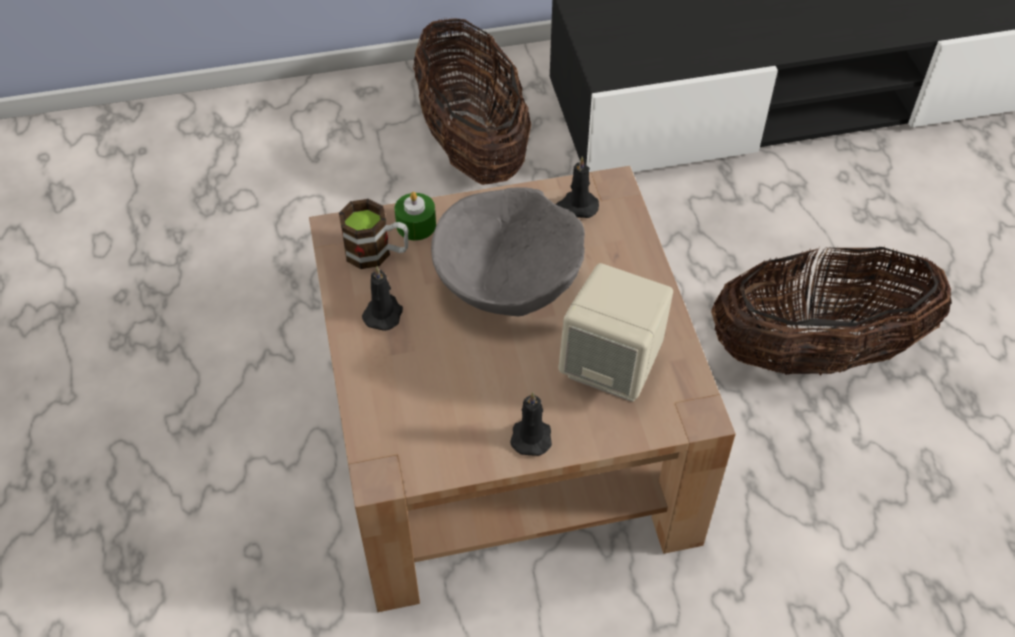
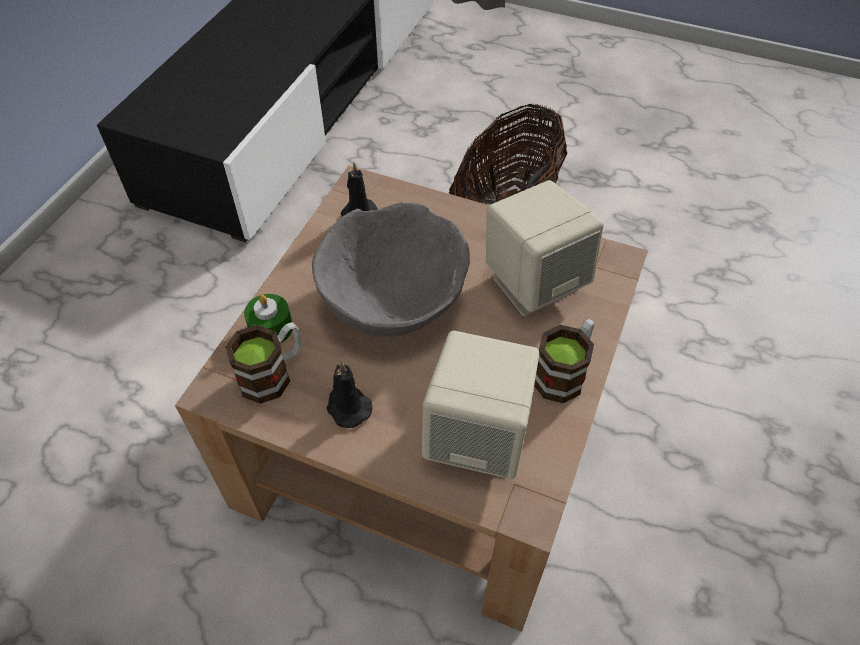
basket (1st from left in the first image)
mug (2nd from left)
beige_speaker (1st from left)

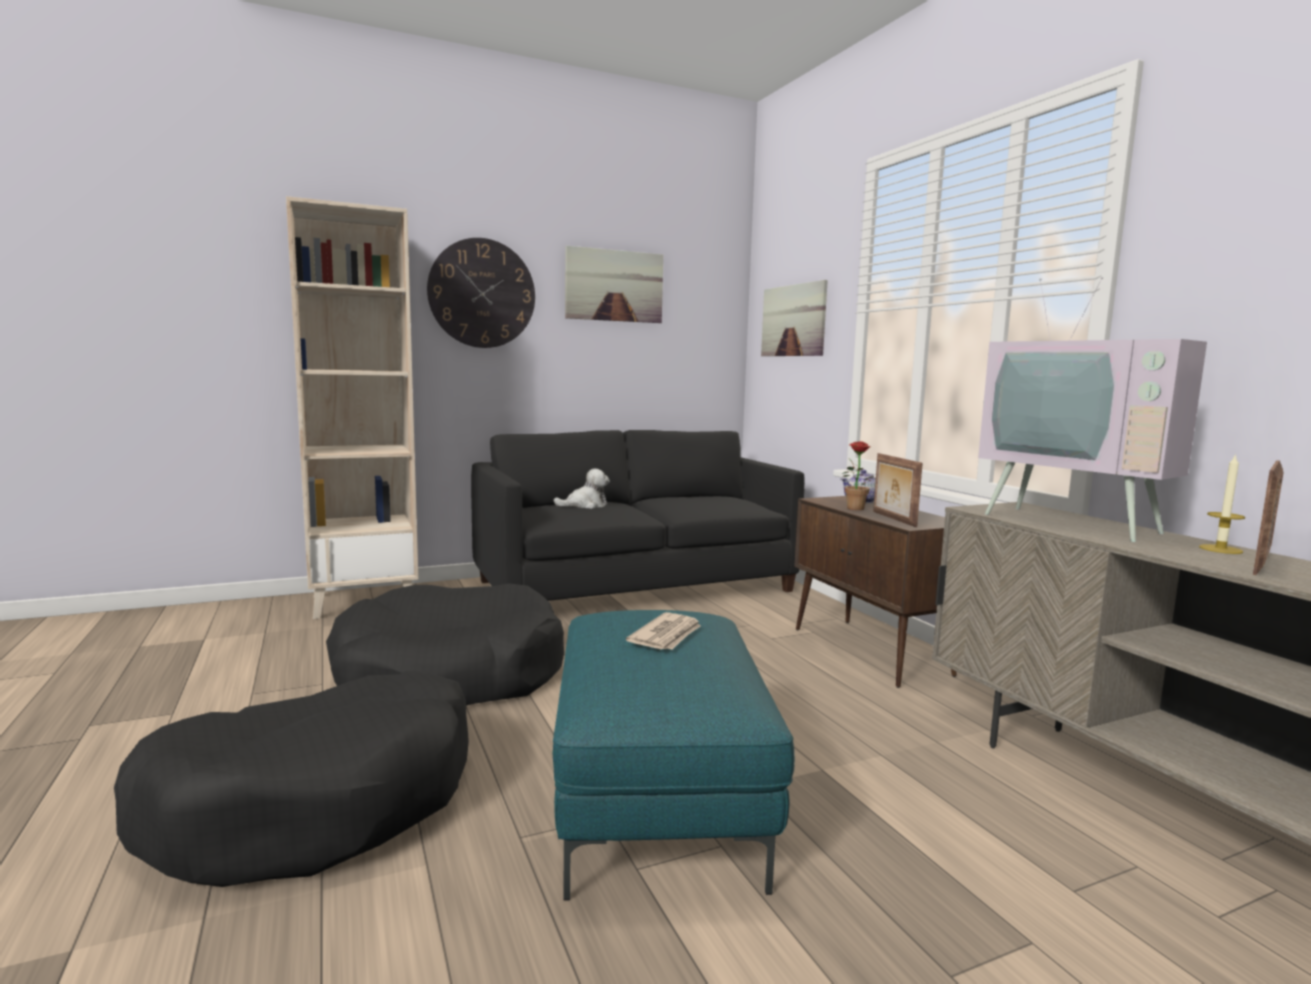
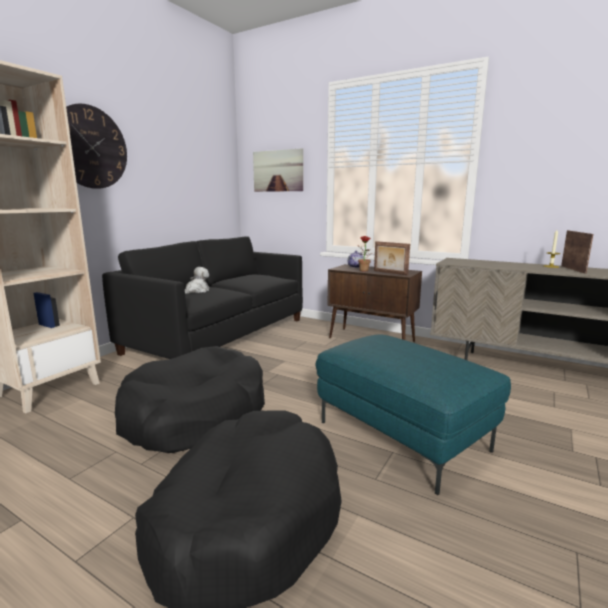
picture (1st from left in the first image)
newspaper
television

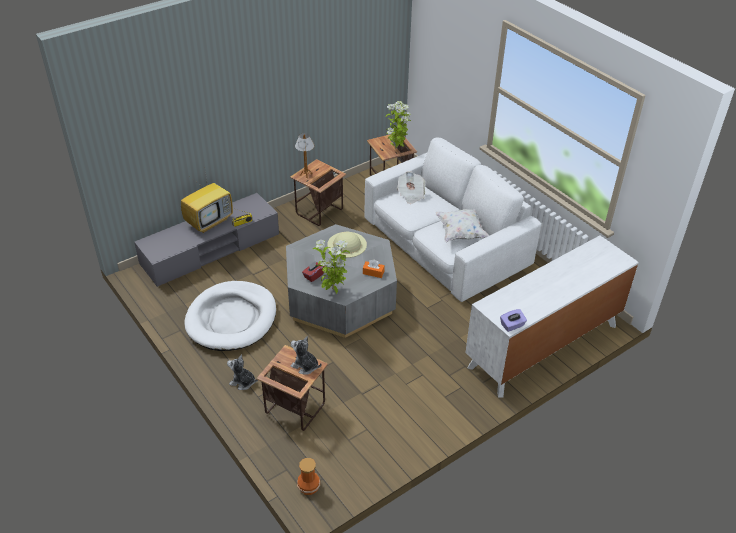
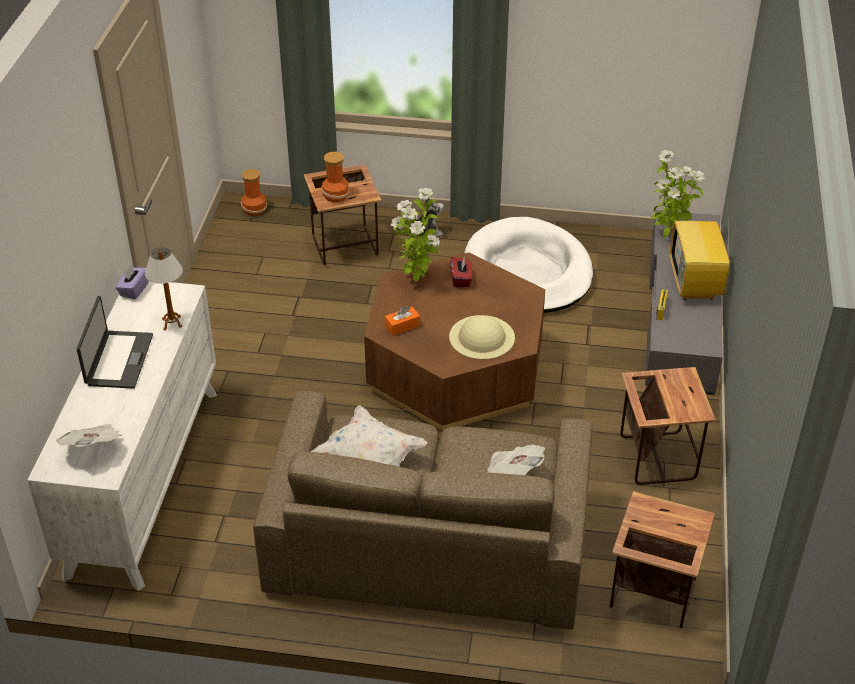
brown_coffee_table
vase (2nd from left)
table_lamp
brown_sofa
potted_plant (2nd from left)
newspaper (1st from left)
laptop

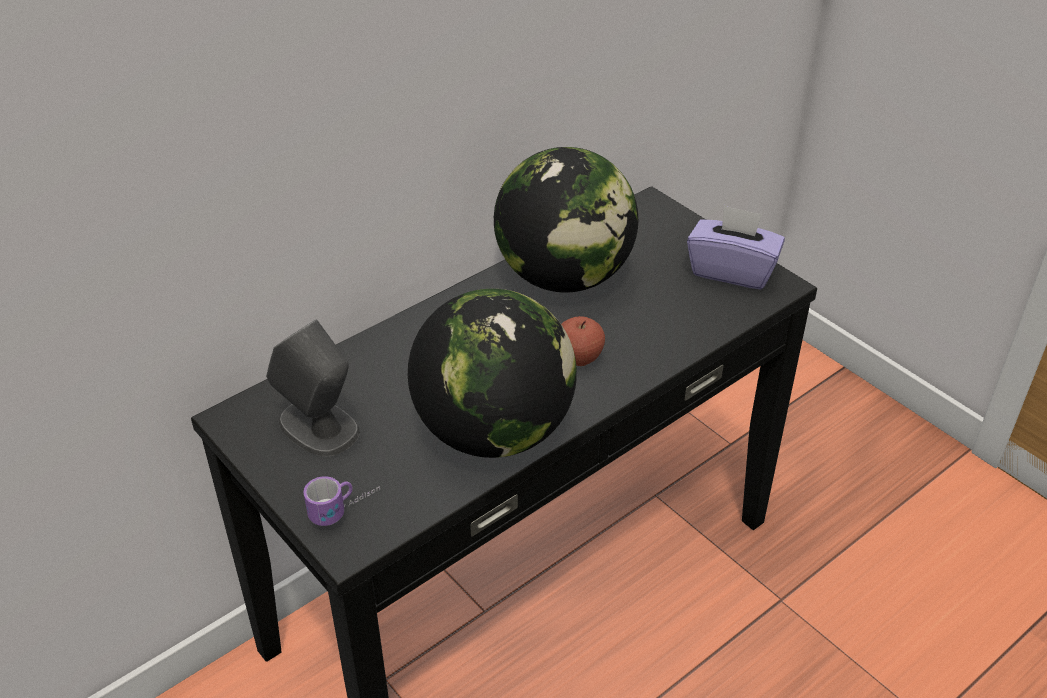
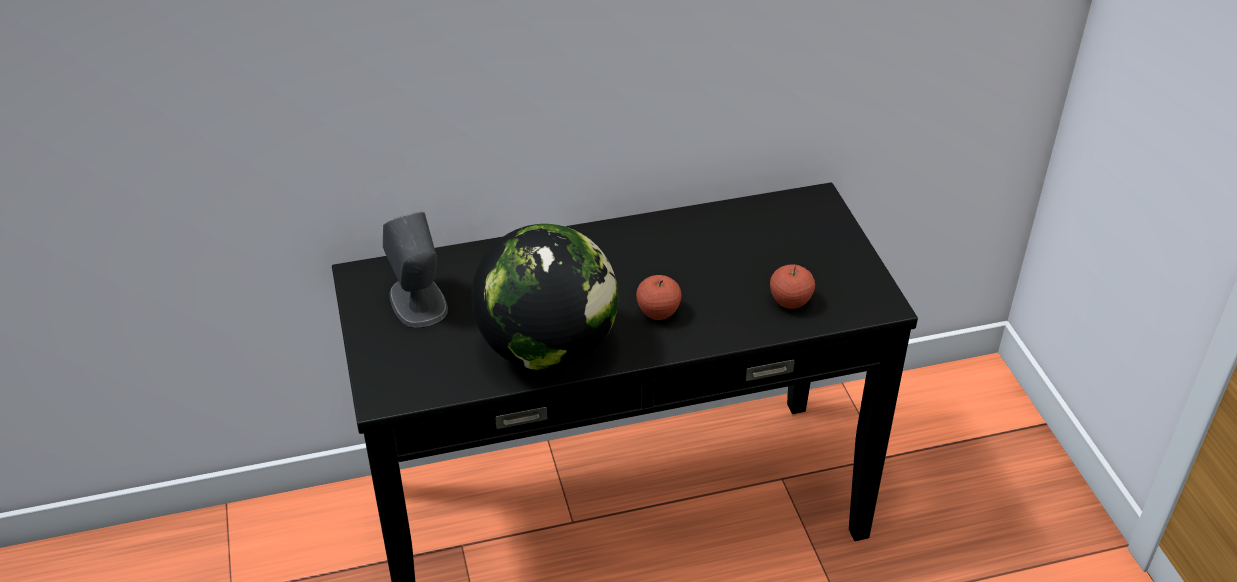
mug
globe (2nd from left in the first image)
purple_tissue_box
apple (2nd from left)

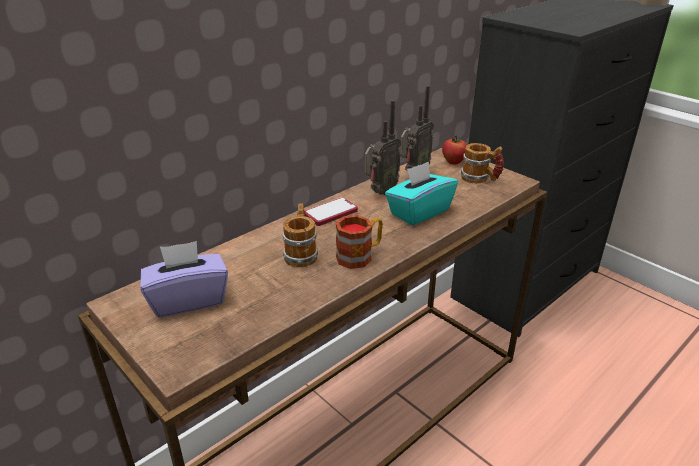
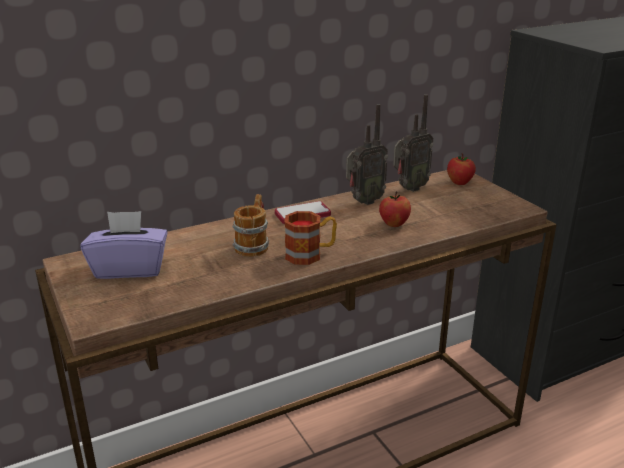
apple (1st from left)
mug (3rd from left in the first image)

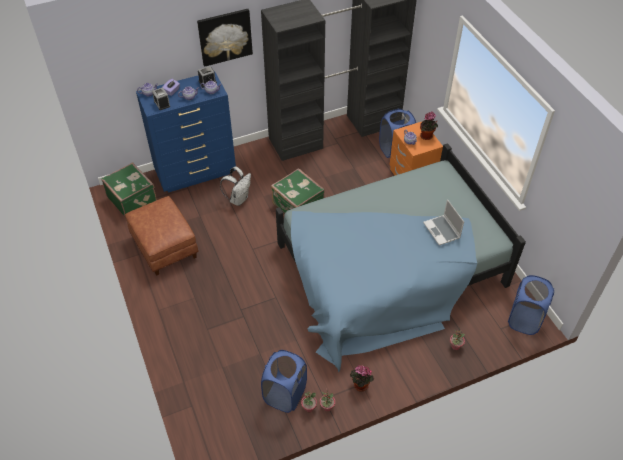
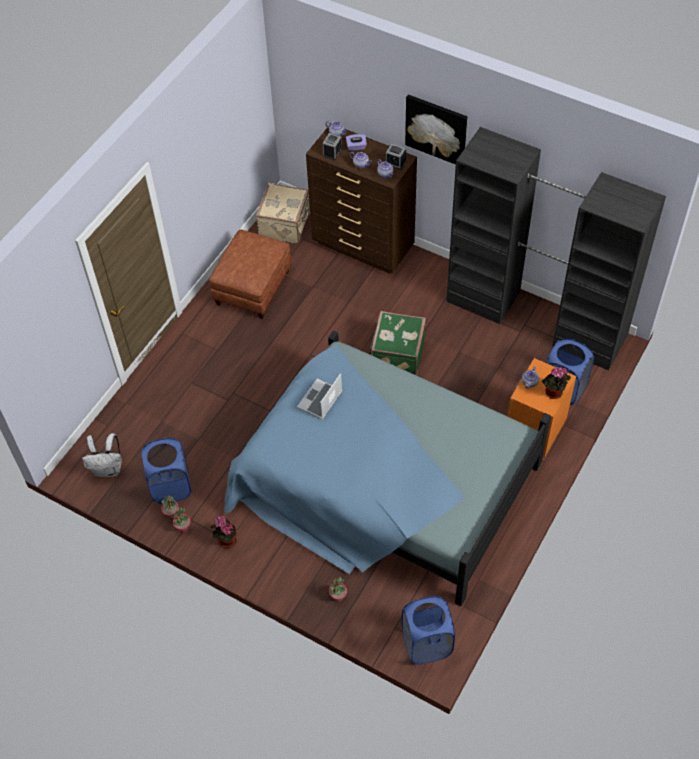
beige_suitcase
brown_dresser
white_backpack
laptop

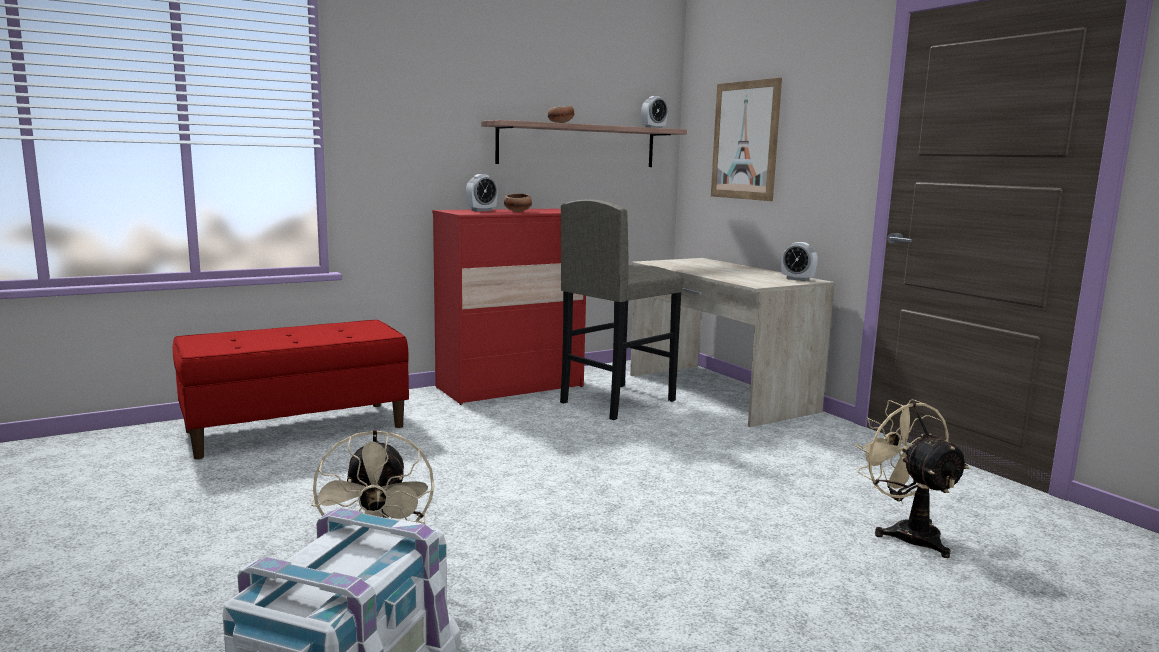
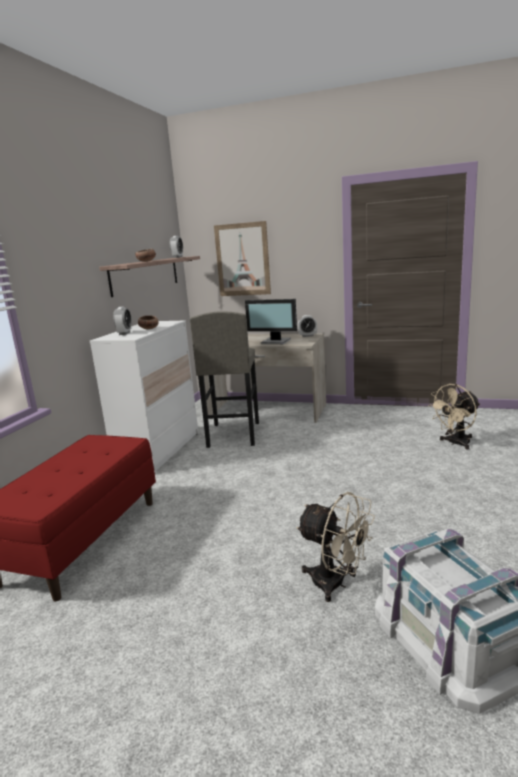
white_dresser
beige_fan (2nd from left)
monitor

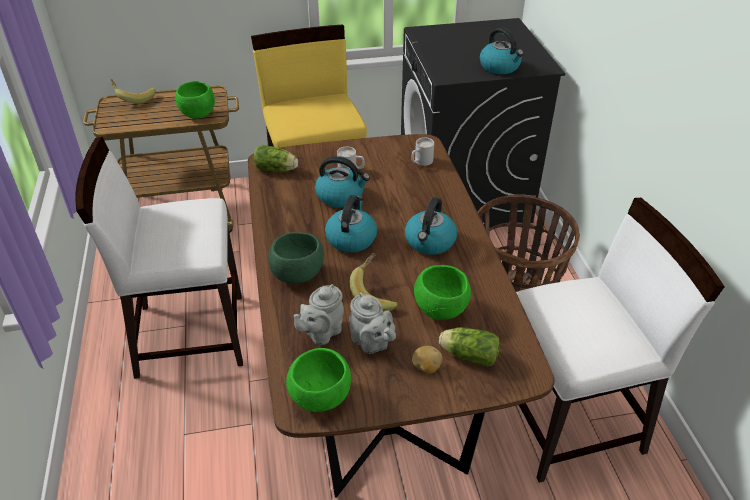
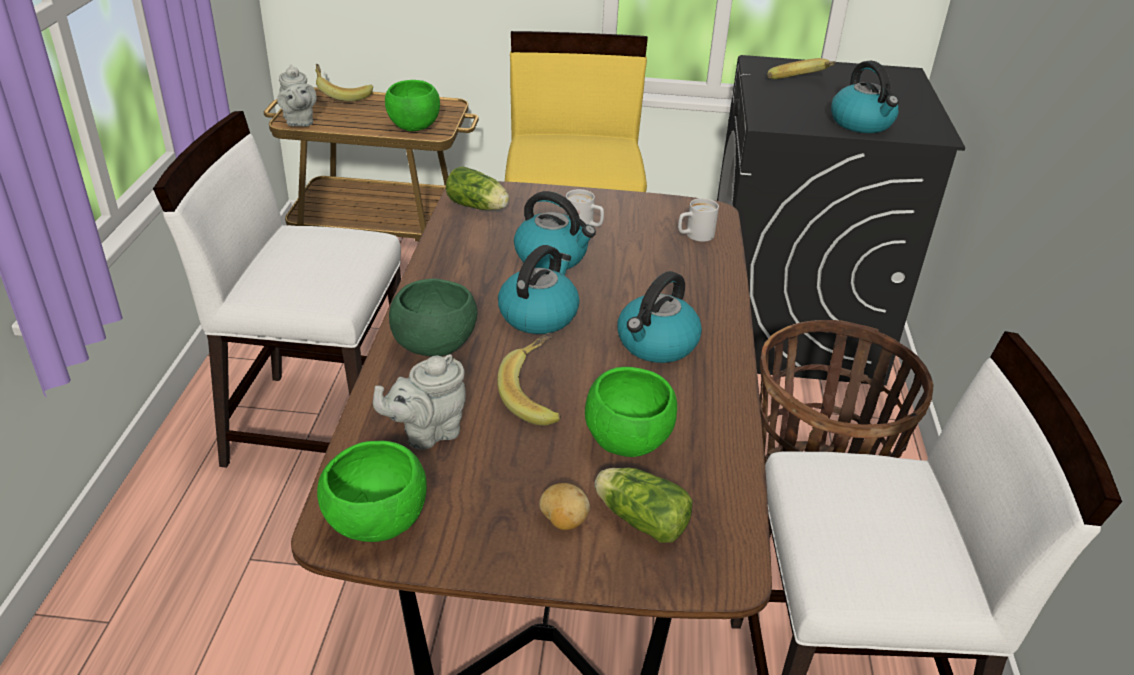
grey_teapot (1st from left)
banana (3rd from left)

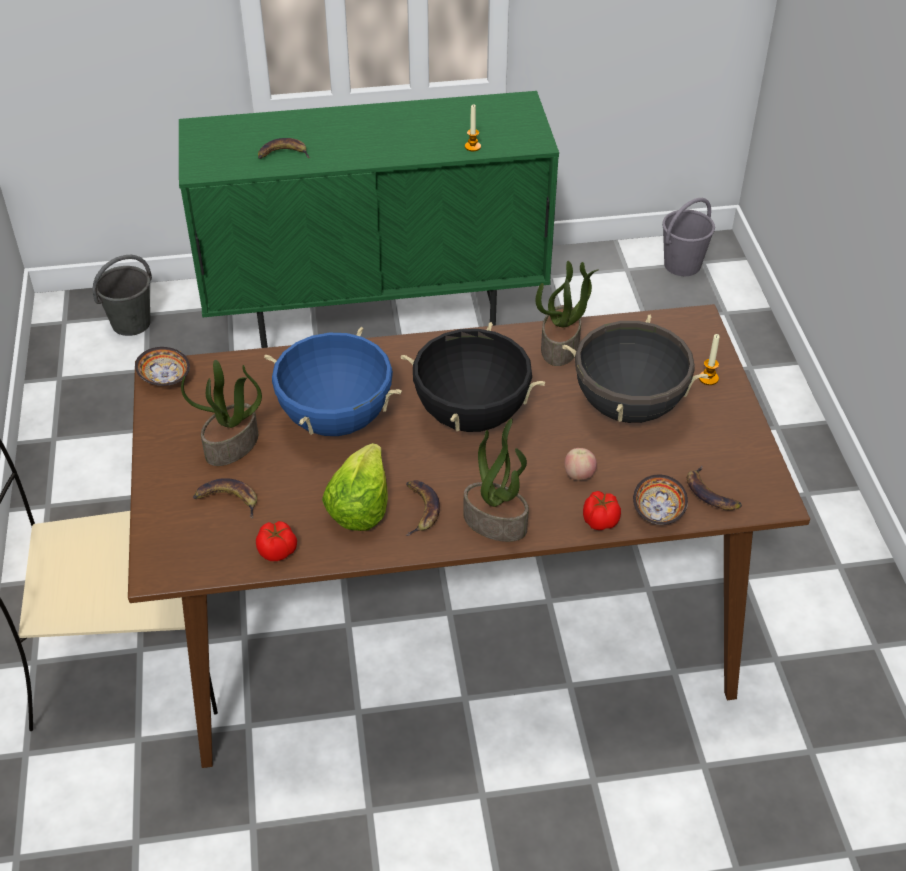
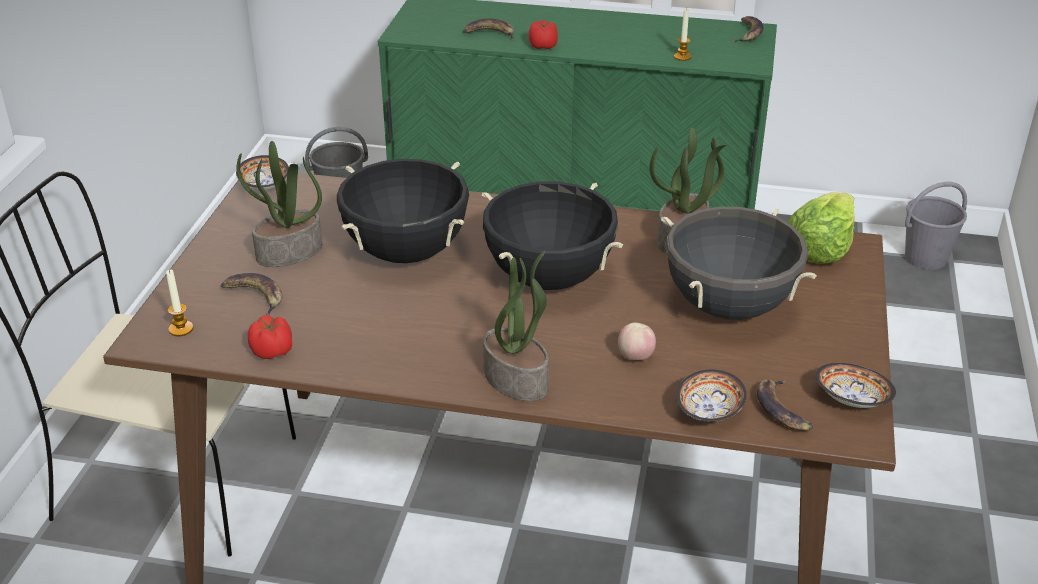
black_cooking_pot (1st from left)
lettuce
banana (3rd from left)
tomato (2nd from left)
candle (1st from left)
bowl (3rd from left)

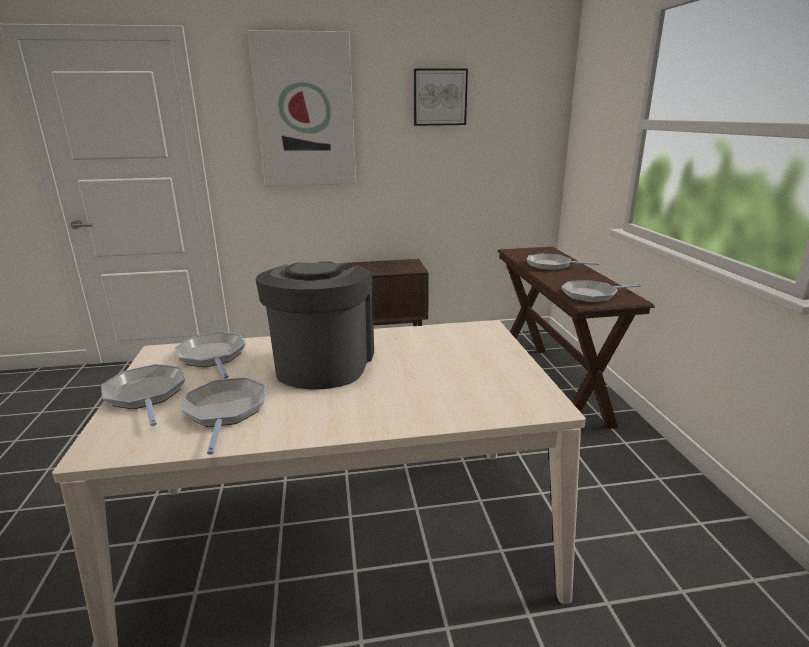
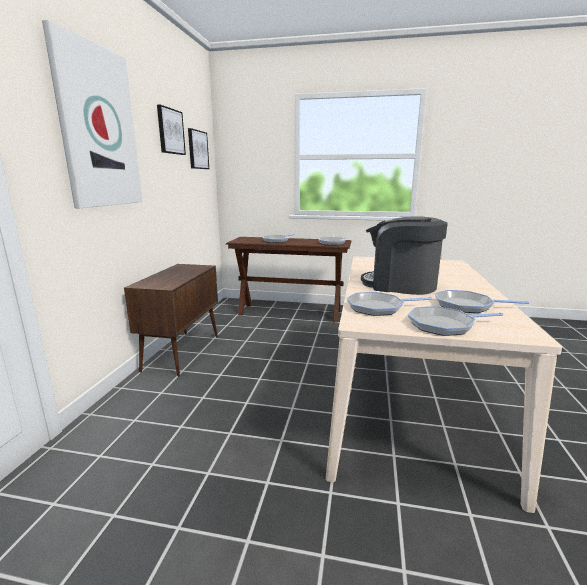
picture (3rd from left)

